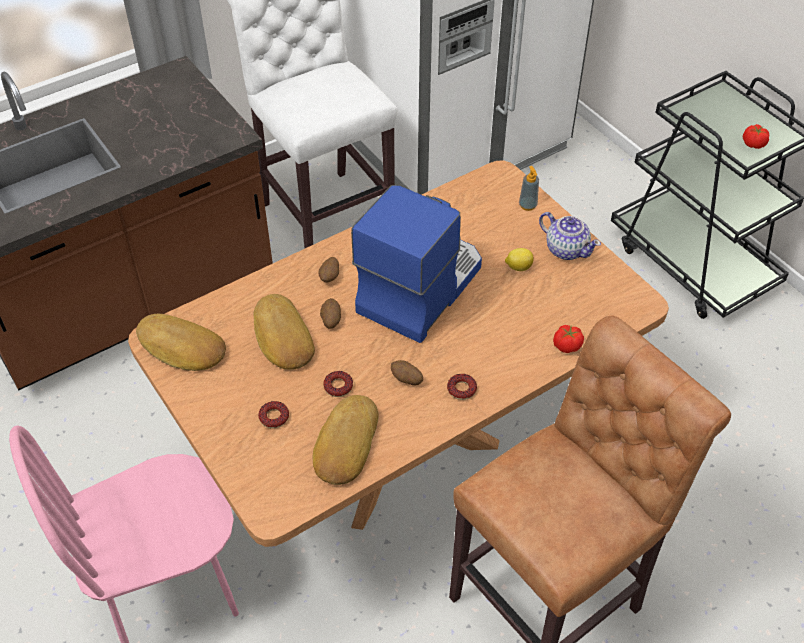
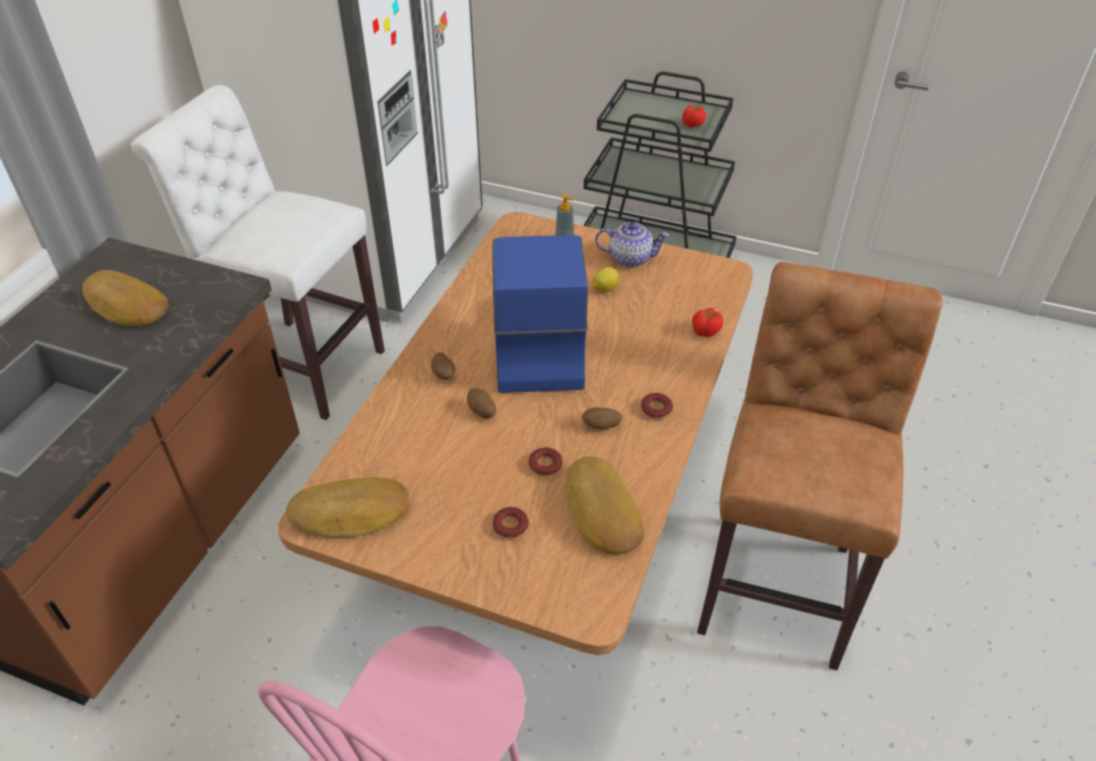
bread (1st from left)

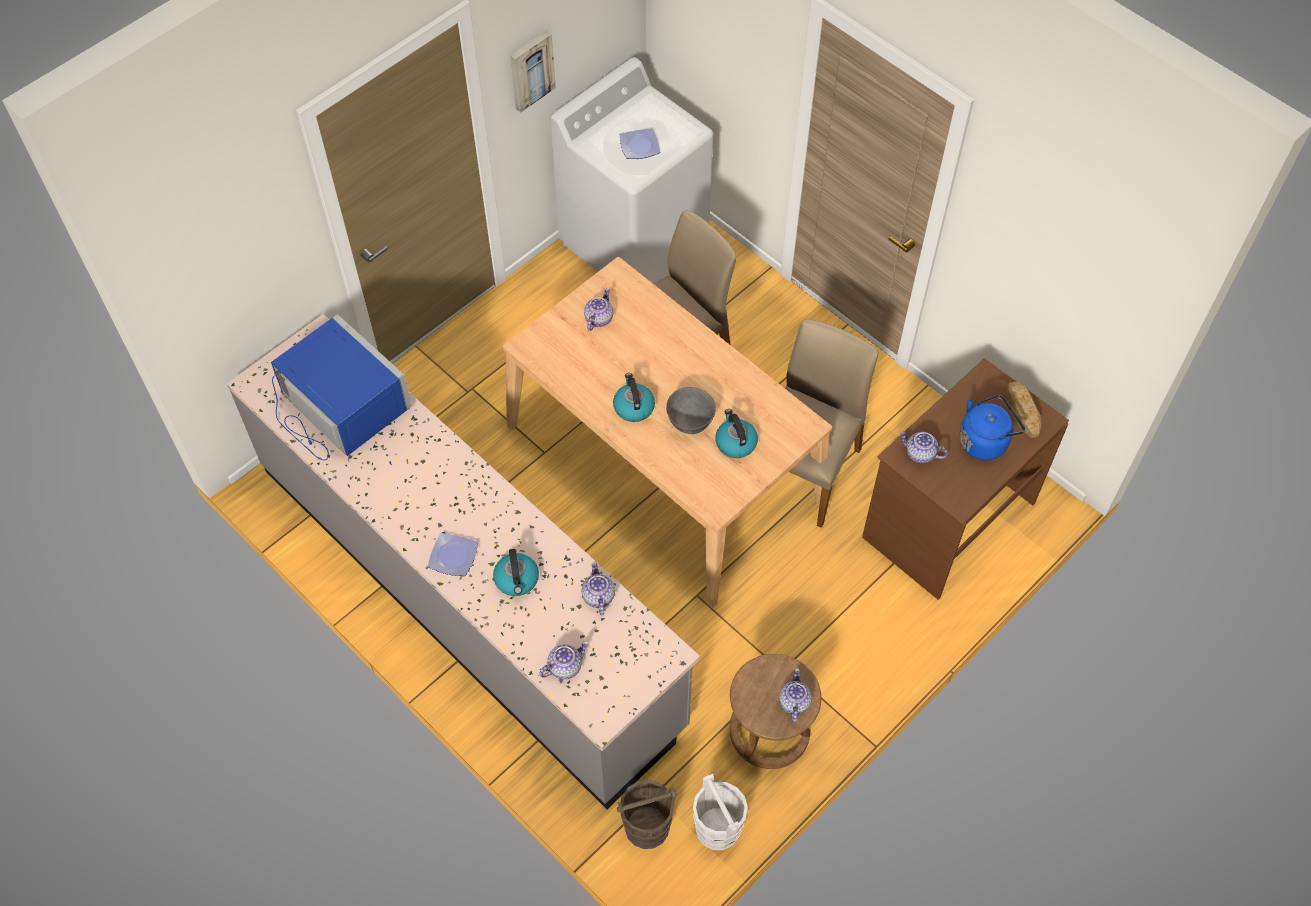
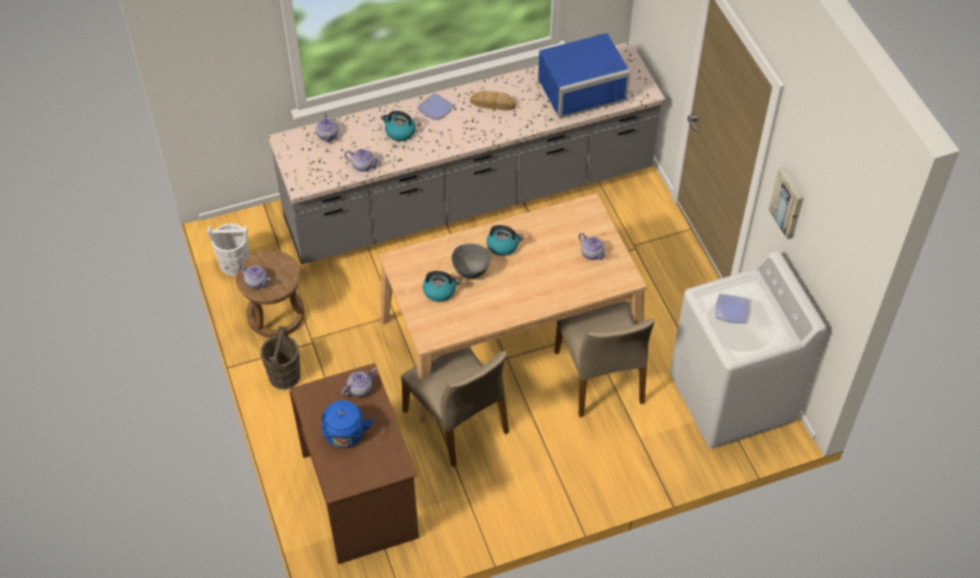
brown_bucket
bread

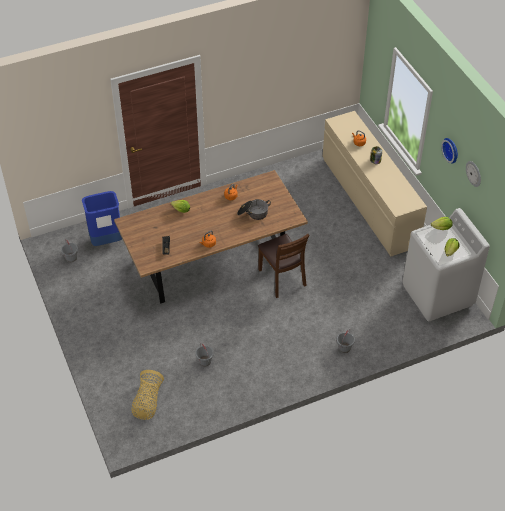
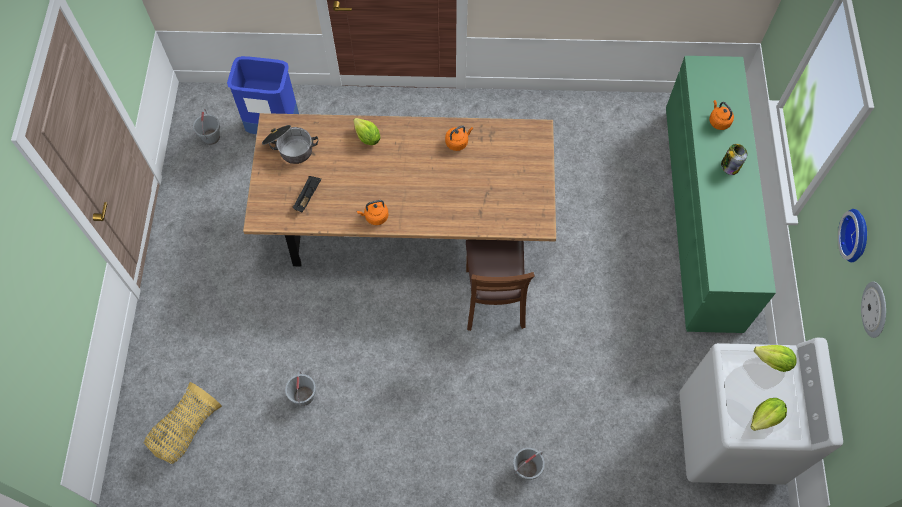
cooking_pot
green_dresser

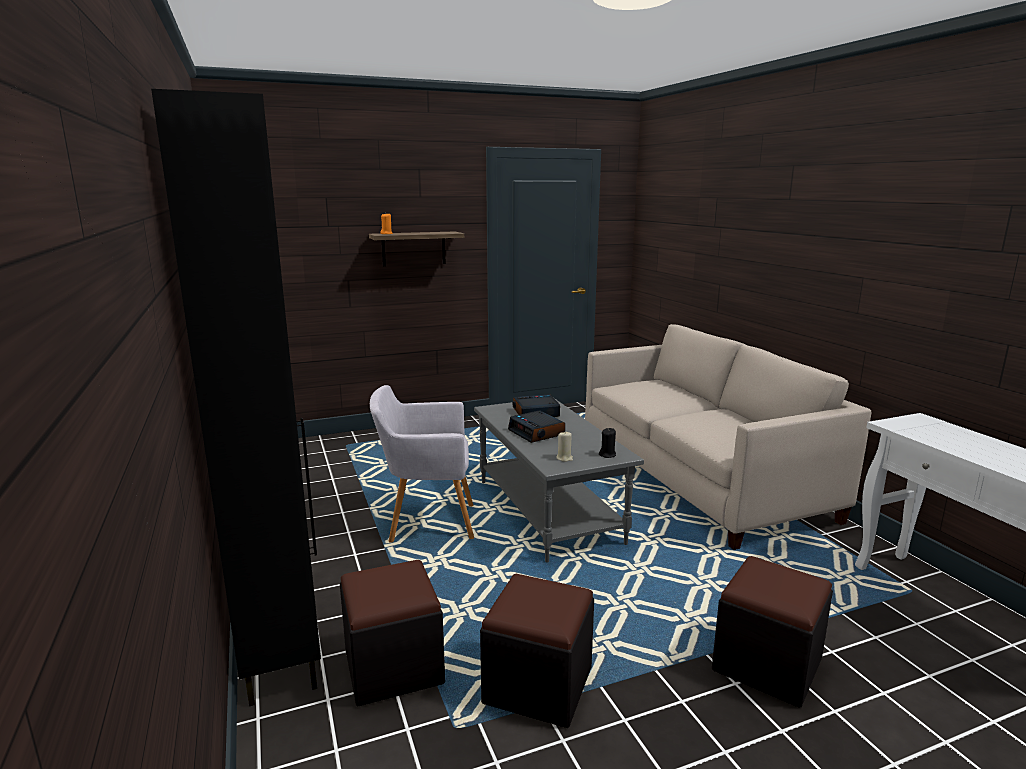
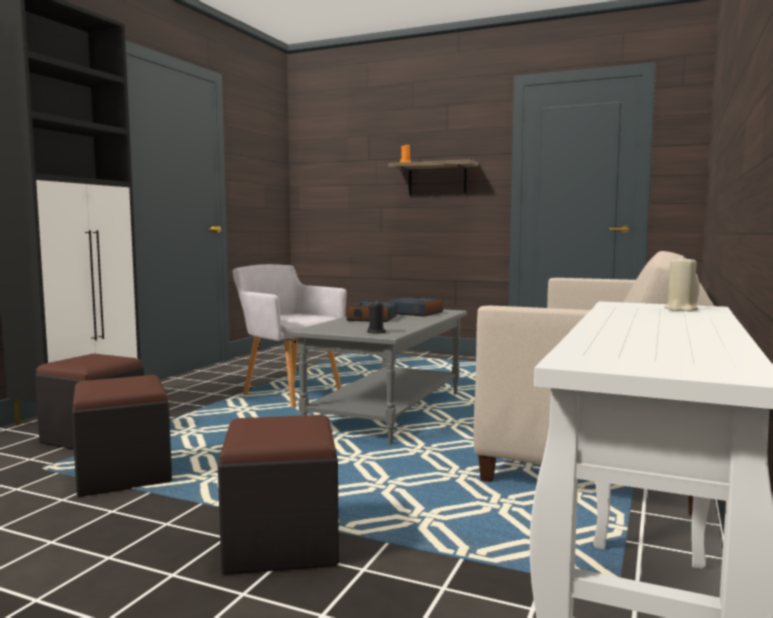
beige_candle

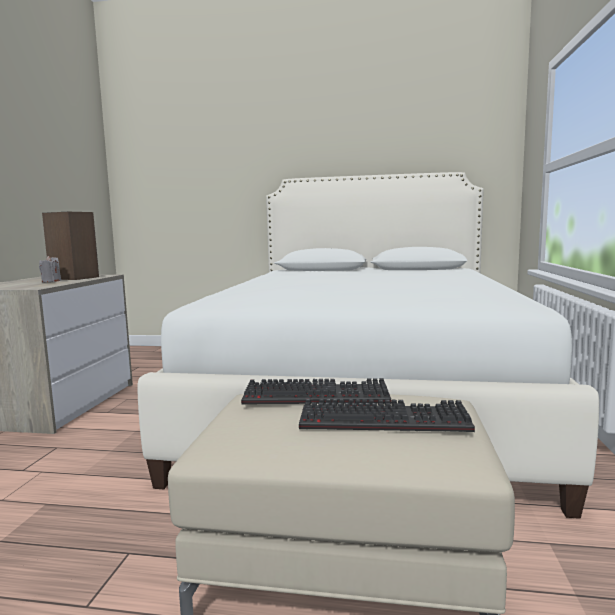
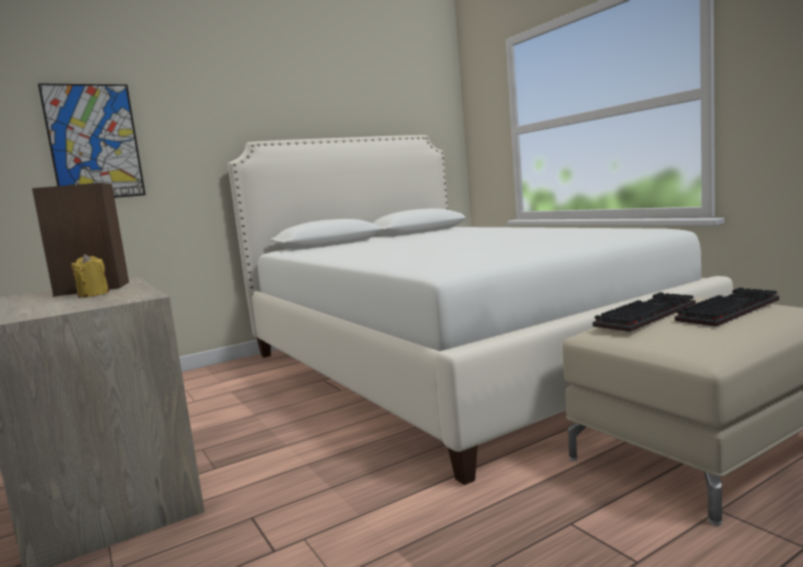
yellow_candle
picture

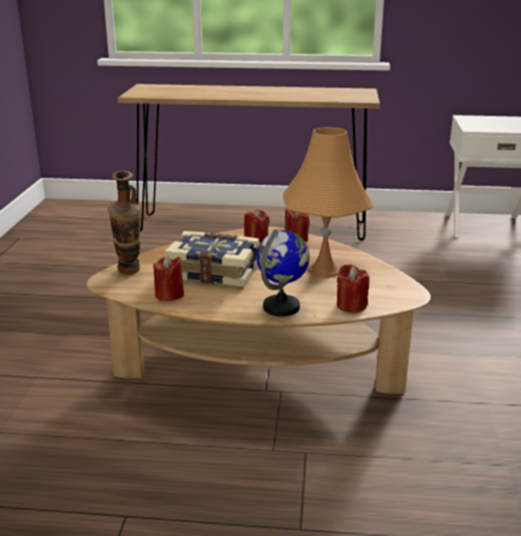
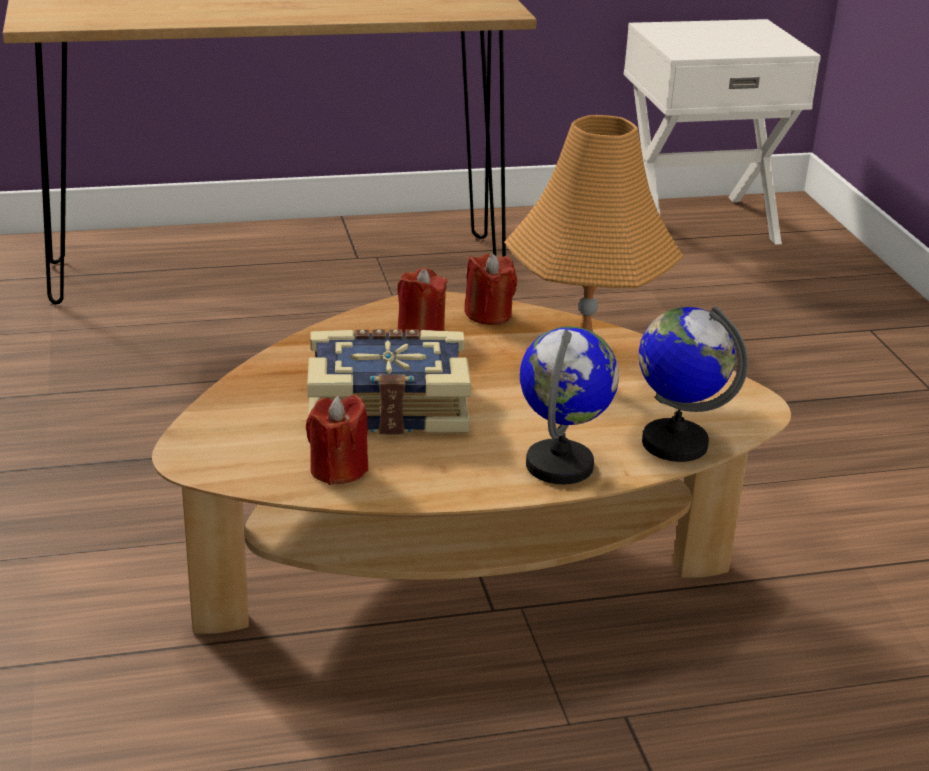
vase
globe (2nd from left)

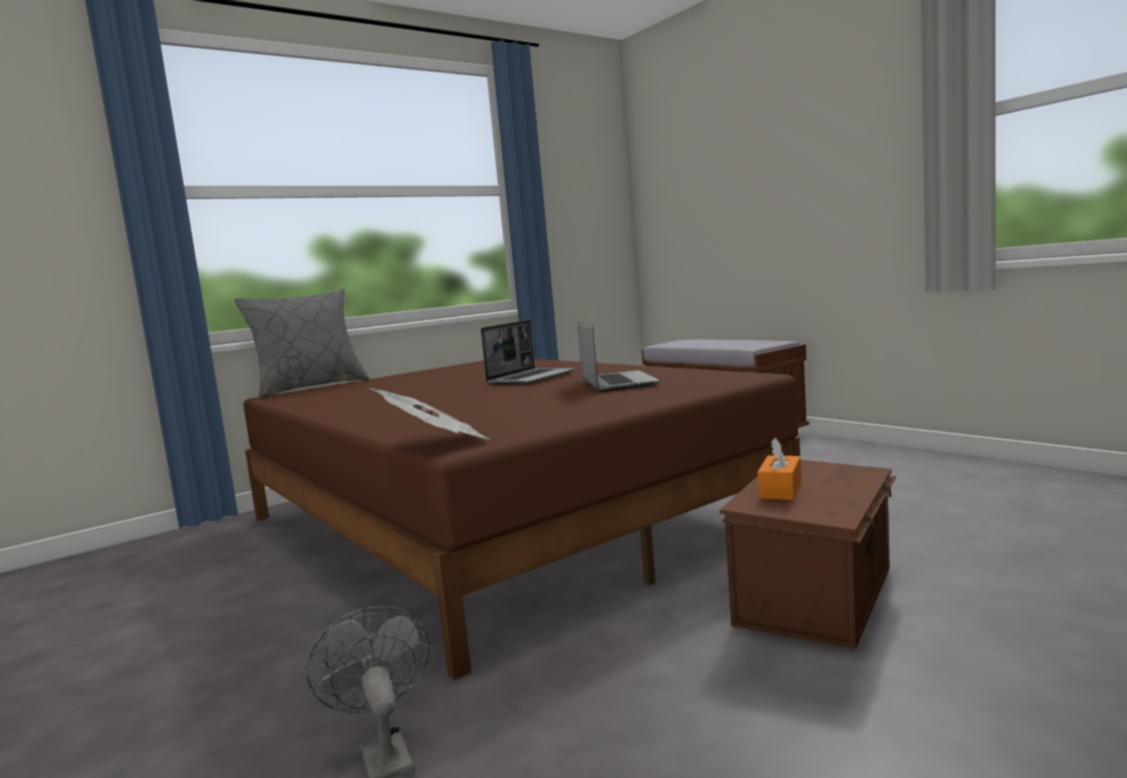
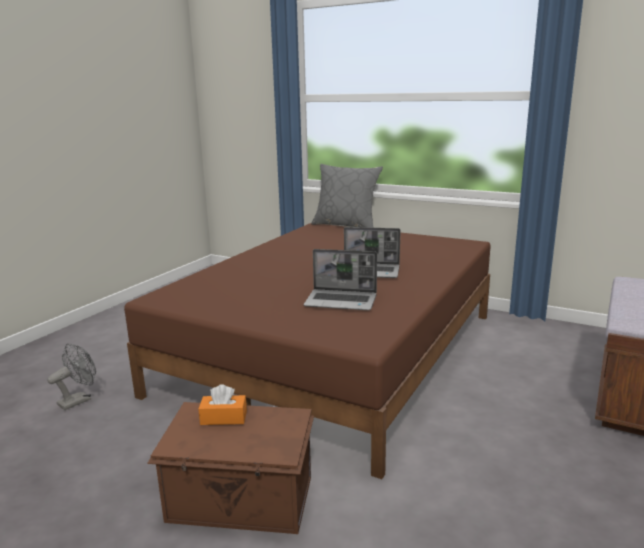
newspaper
laptop (1st from left)

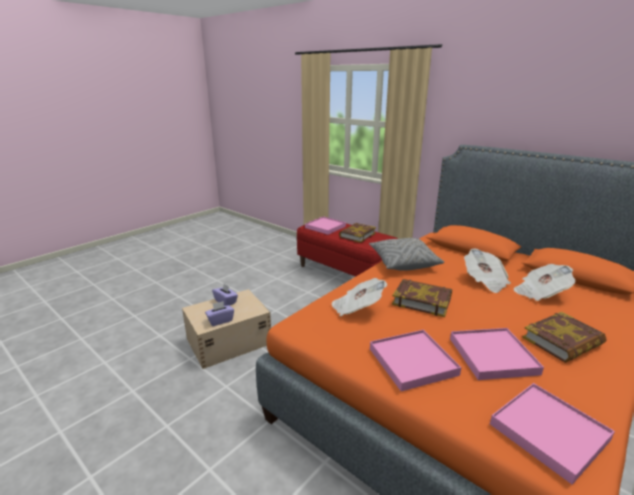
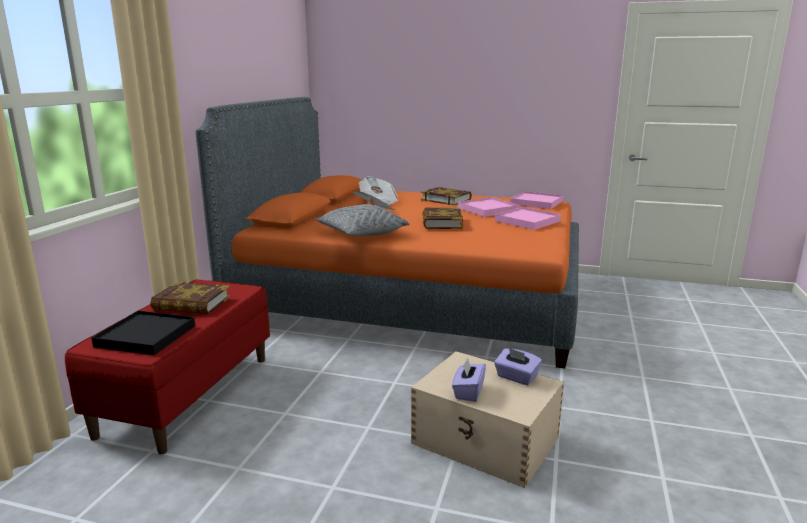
black_tray
newspaper (1st from left in the first image)

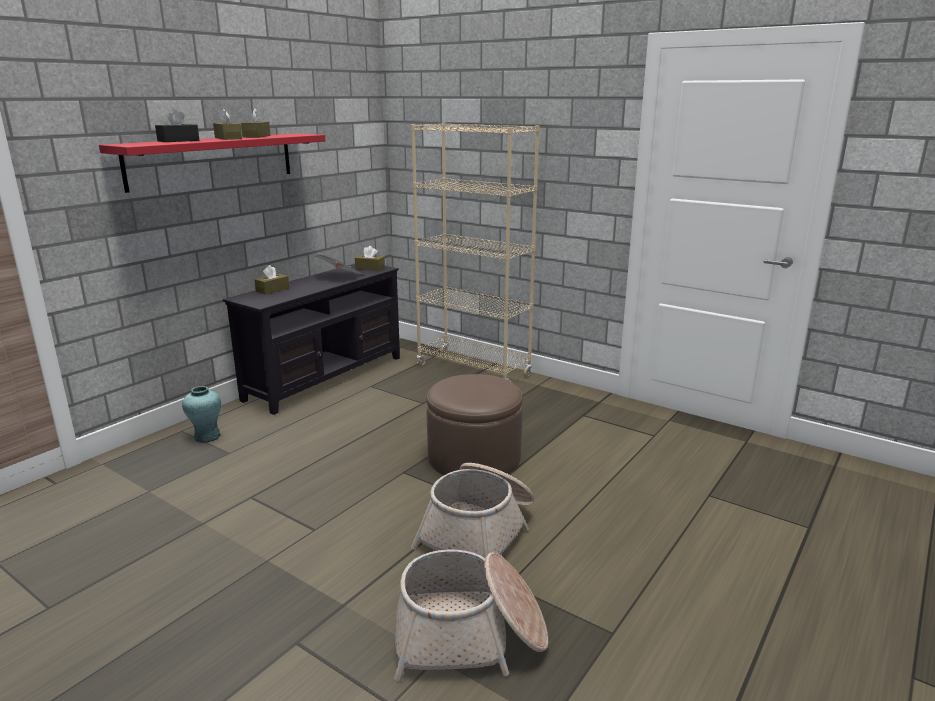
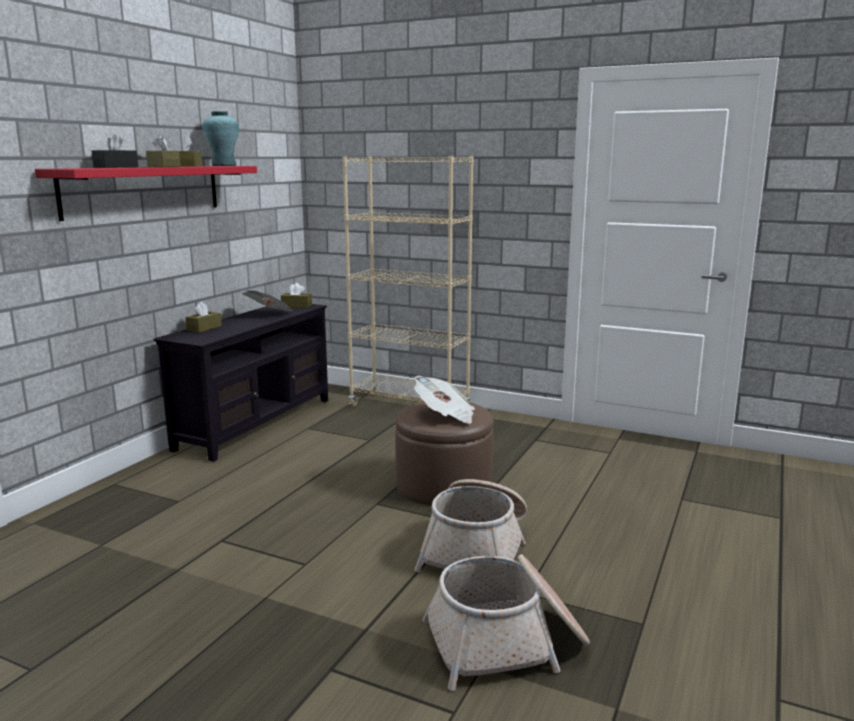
turquoise_vase
newspaper (2nd from left)

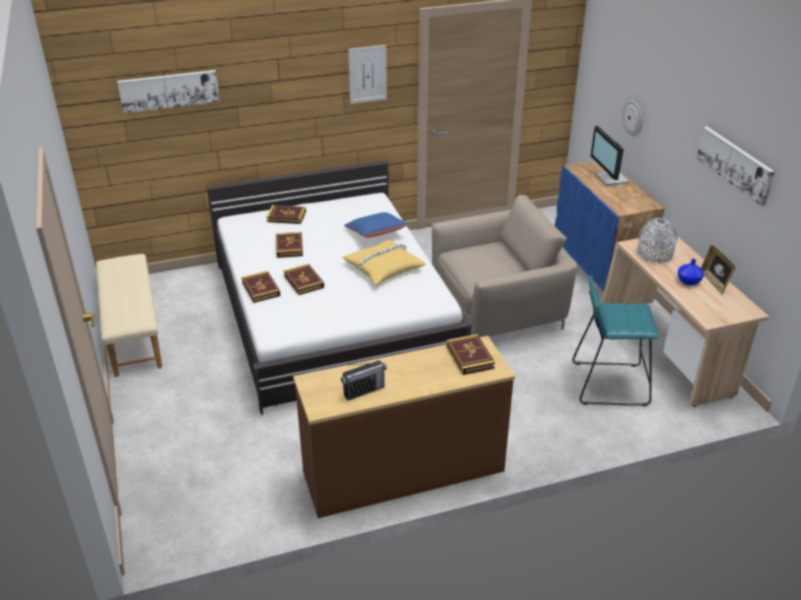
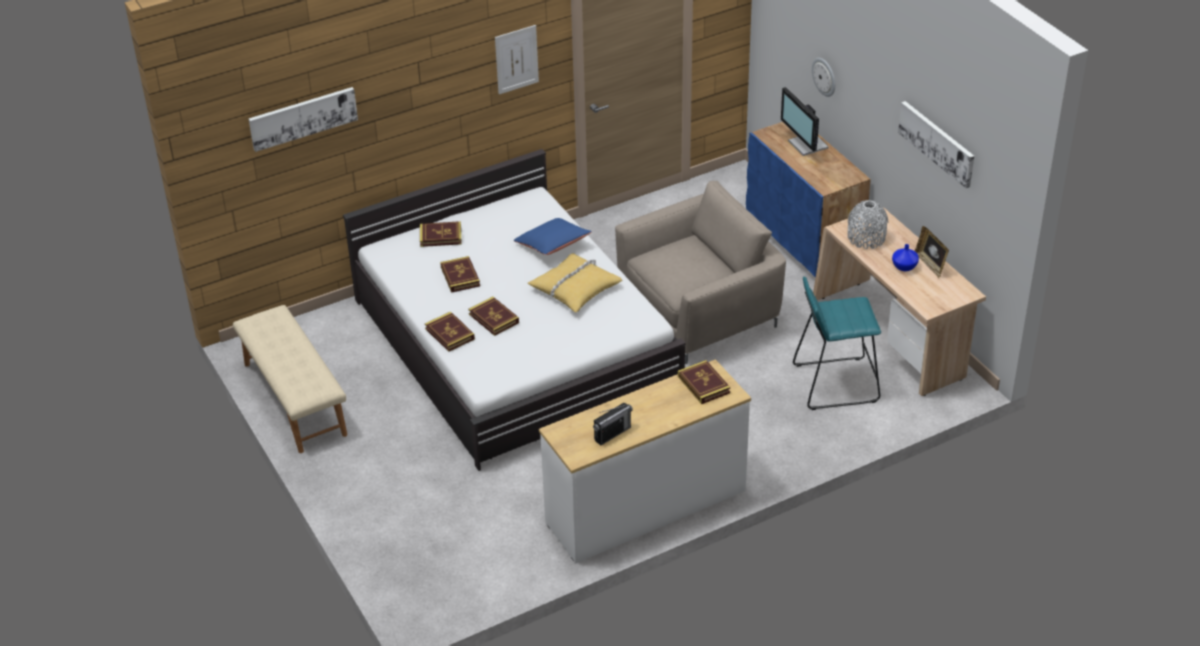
white_dresser

